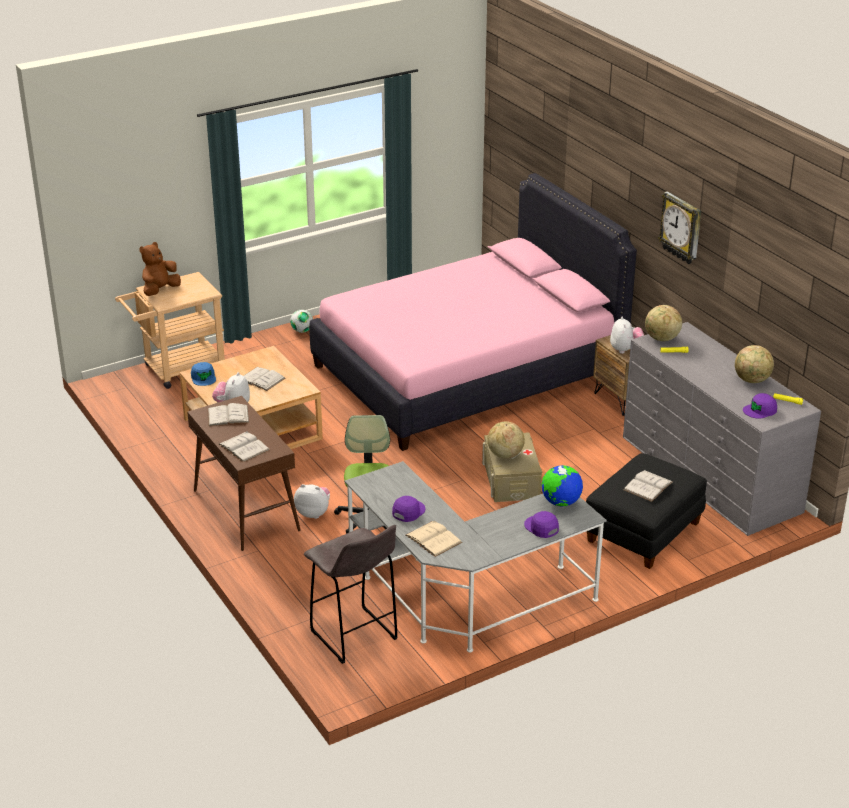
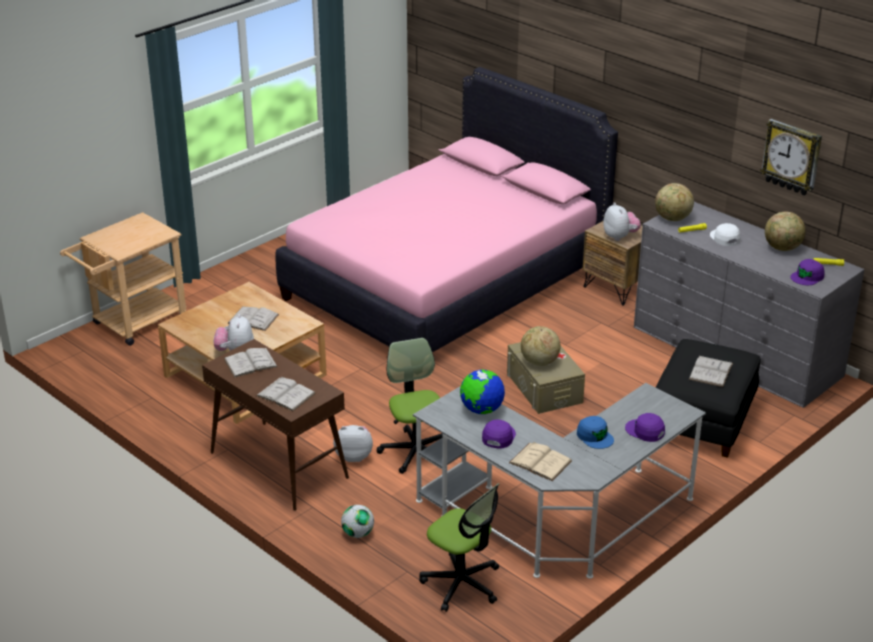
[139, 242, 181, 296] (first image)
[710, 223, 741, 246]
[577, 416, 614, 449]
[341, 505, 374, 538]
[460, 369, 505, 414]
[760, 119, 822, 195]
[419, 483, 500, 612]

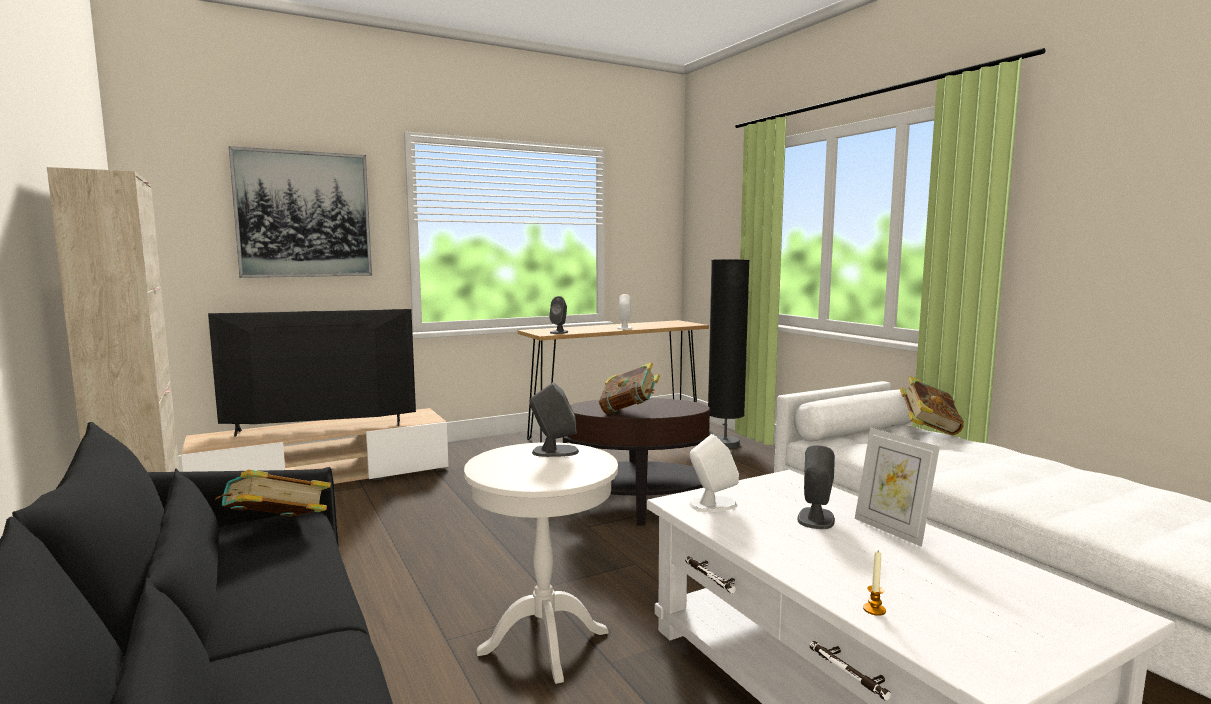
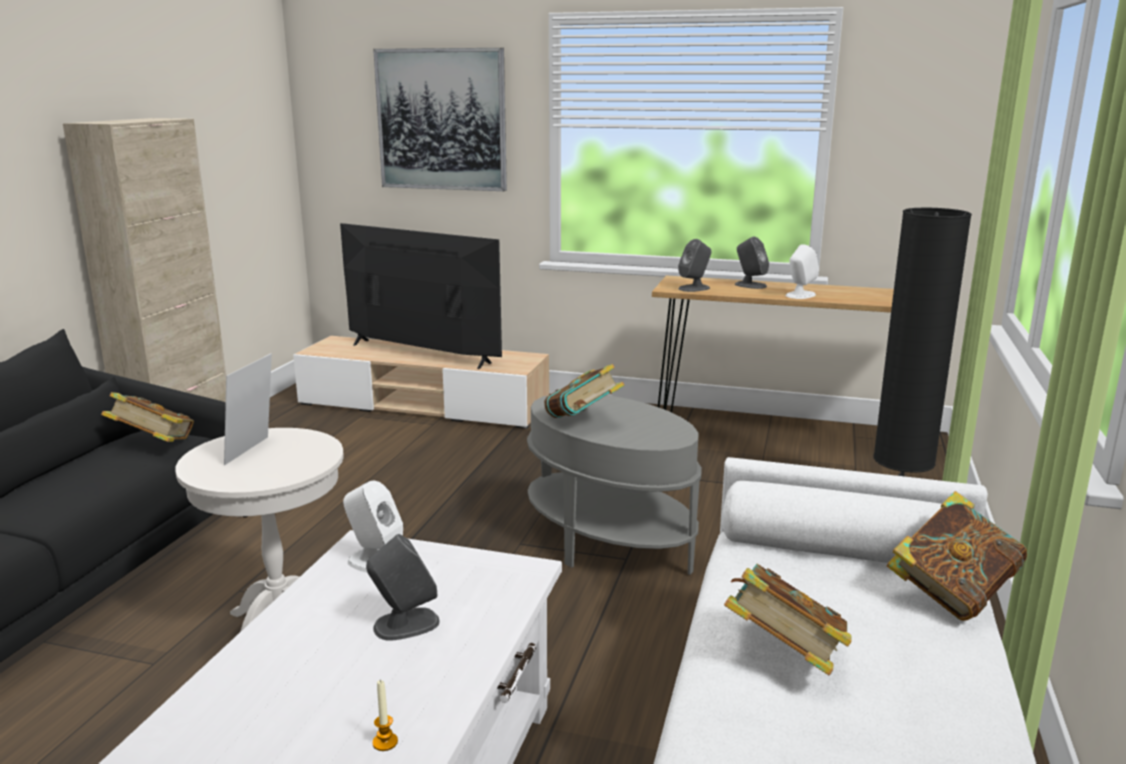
[724, 564, 852, 675]
[735, 236, 769, 289]
[224, 353, 272, 465]
[372, 680, 398, 751]
[527, 395, 702, 575]

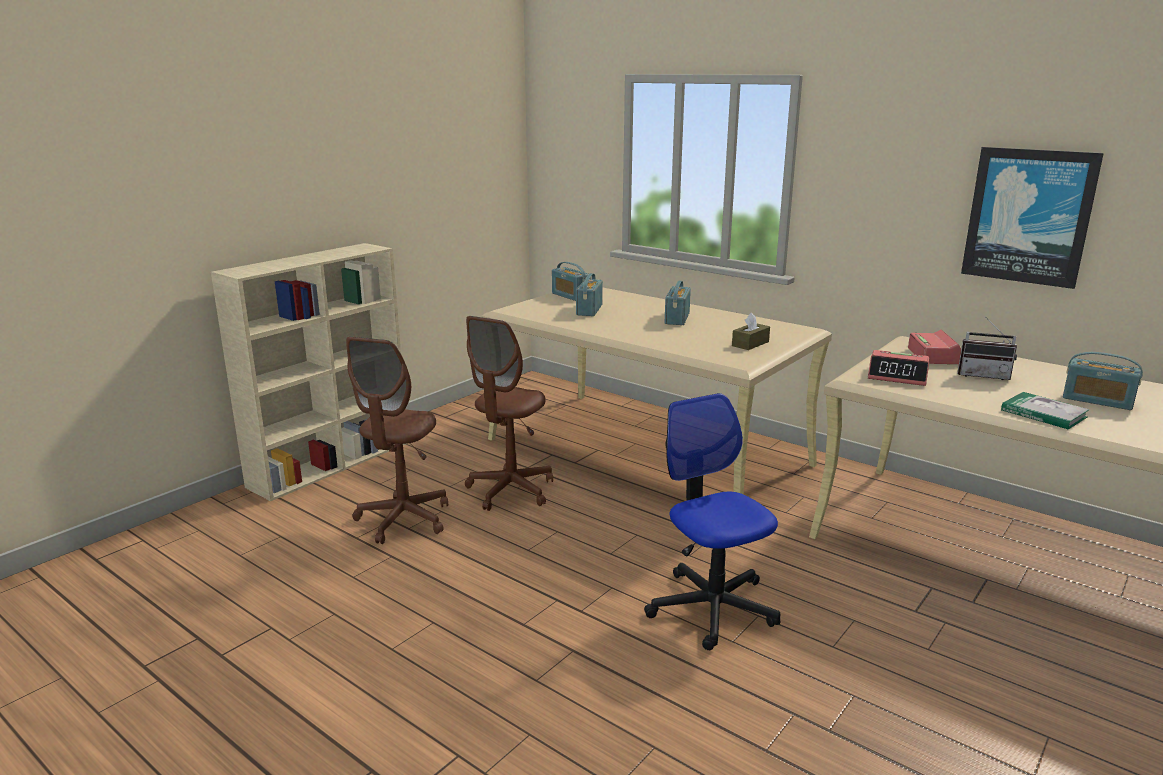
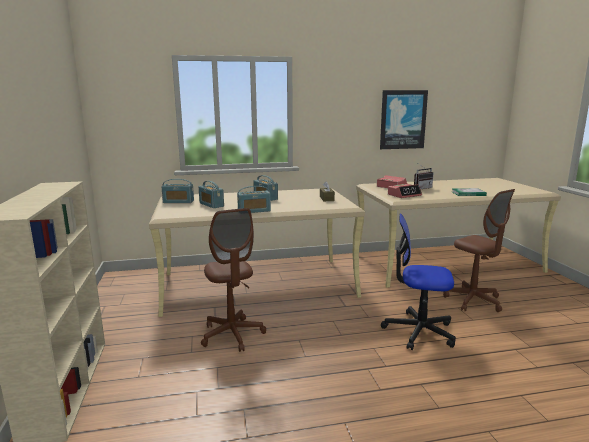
[443, 189, 515, 312]
[237, 186, 271, 213]

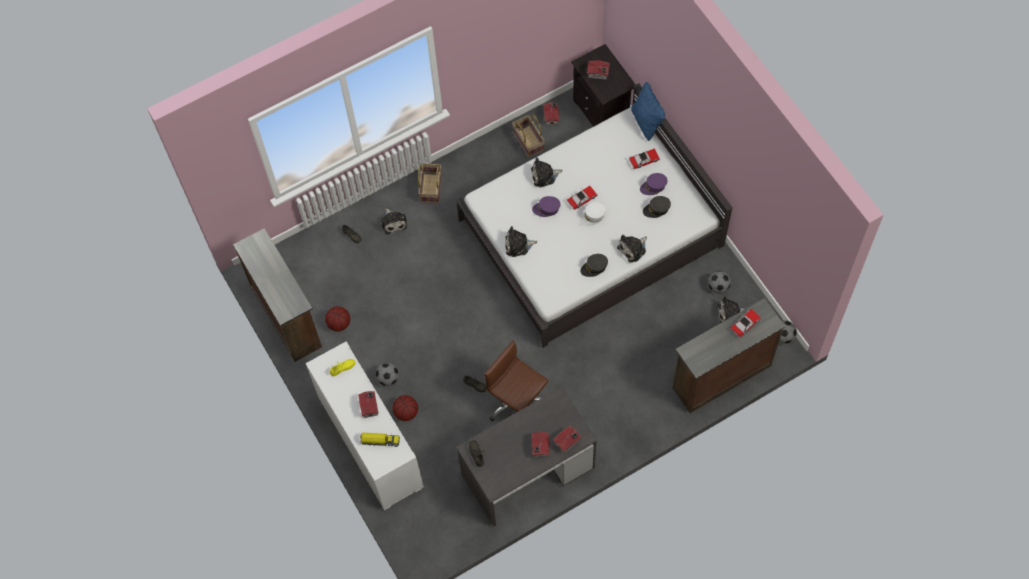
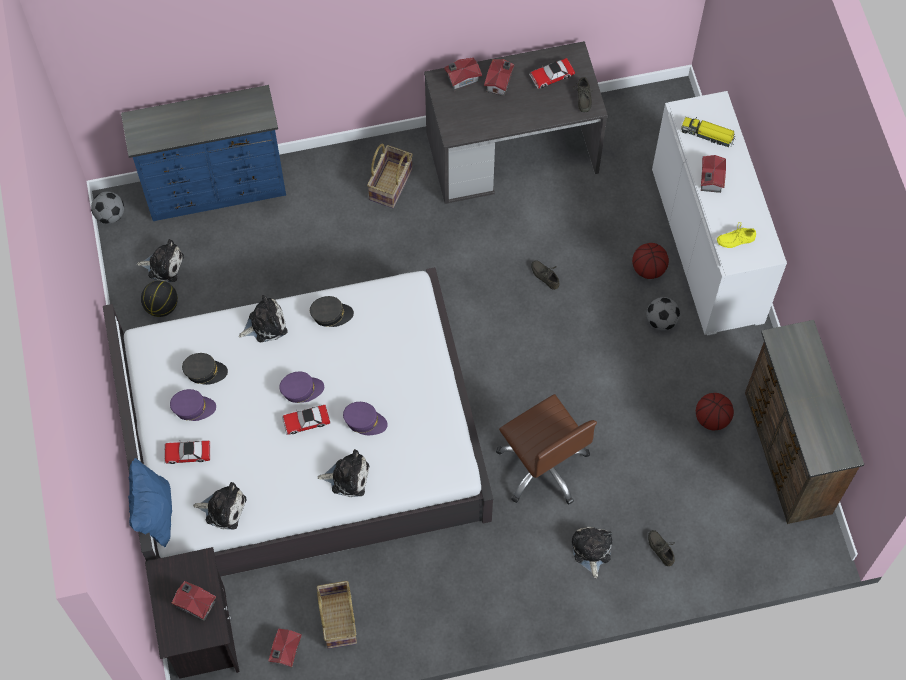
[367, 144, 413, 208]
[496, 394, 597, 505]
[193, 482, 246, 529]
[529, 58, 575, 89]
[141, 281, 178, 317]
[280, 372, 324, 403]
[121, 85, 286, 221]

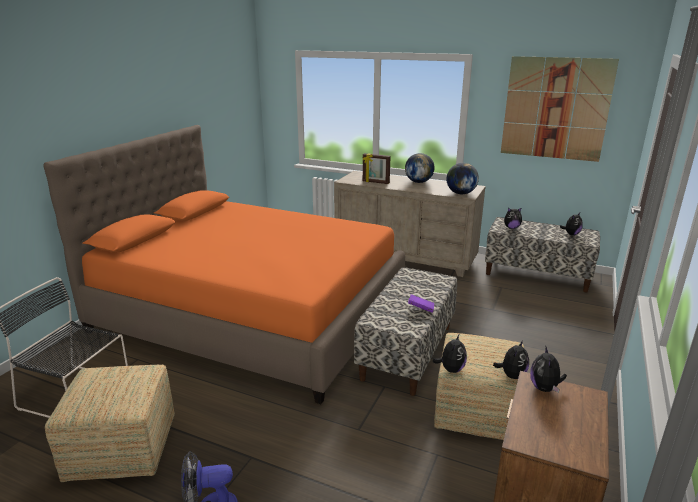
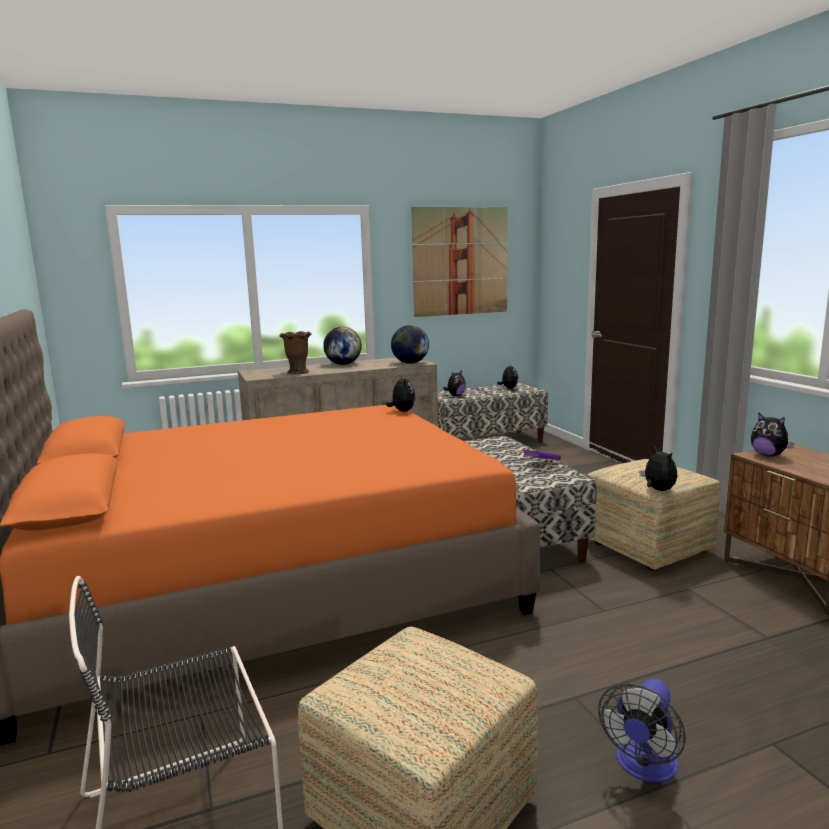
[386, 376, 415, 412]
[279, 331, 311, 374]

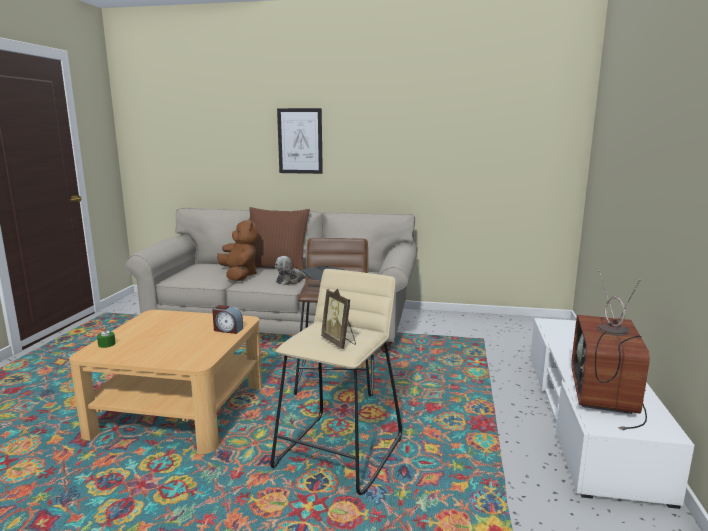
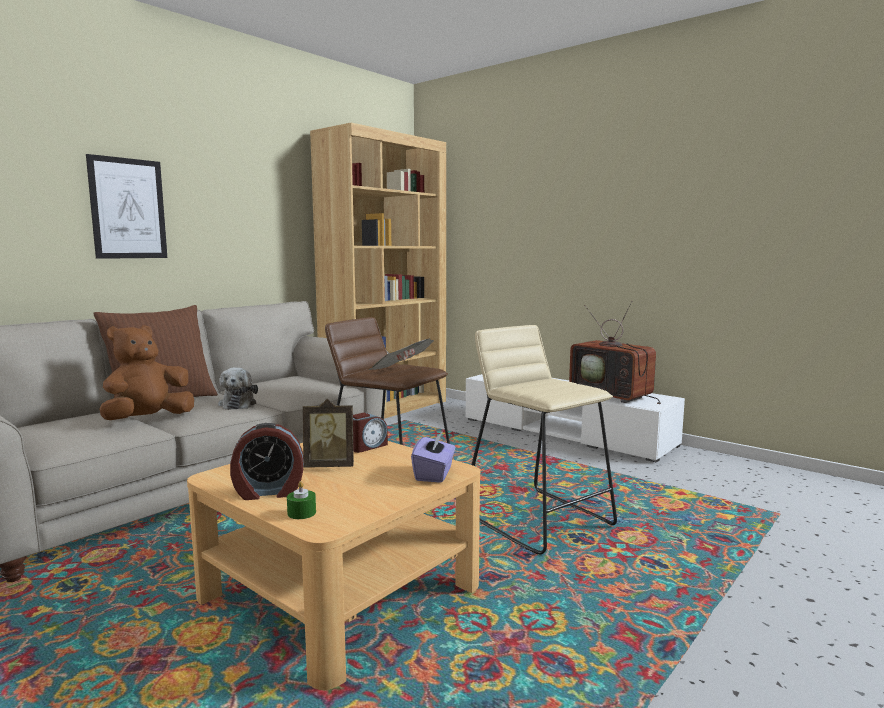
[230, 423, 304, 500]
[310, 123, 446, 419]
[411, 431, 455, 483]
[303, 399, 354, 468]
[99, 325, 194, 420]

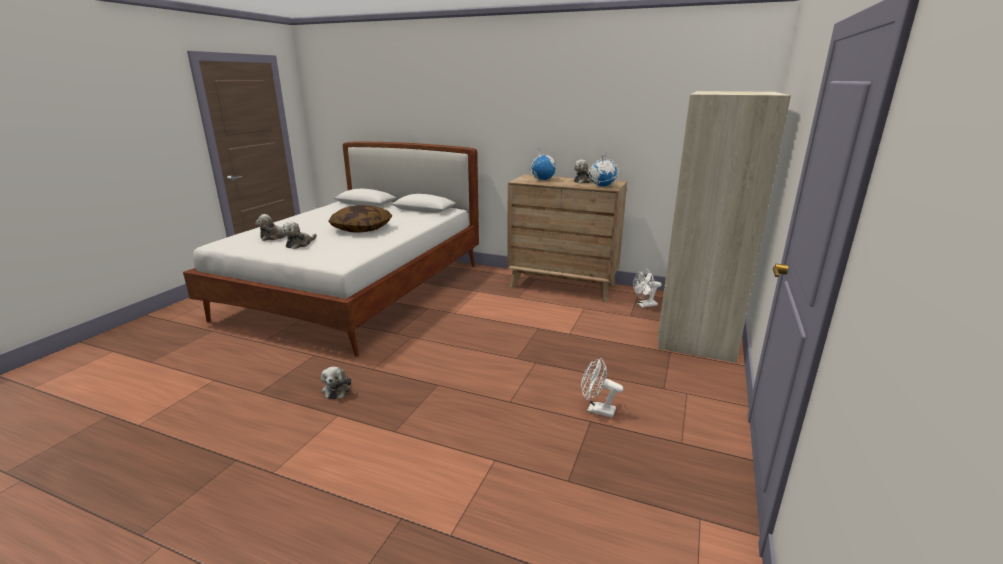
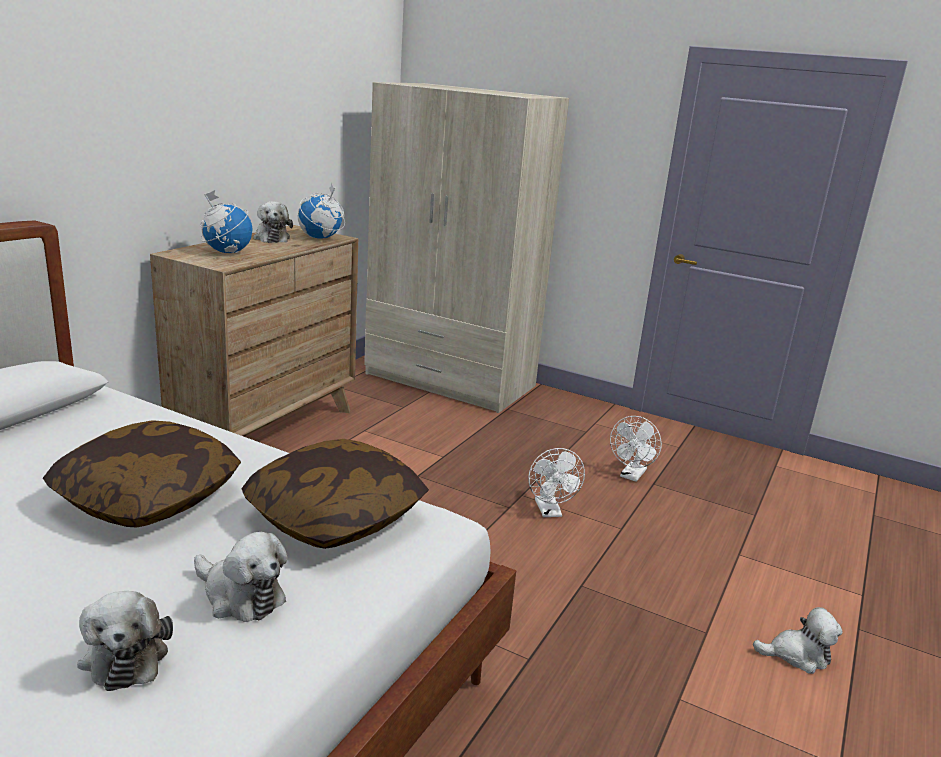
[241, 439, 429, 549]
[753, 607, 843, 674]
[528, 448, 585, 517]

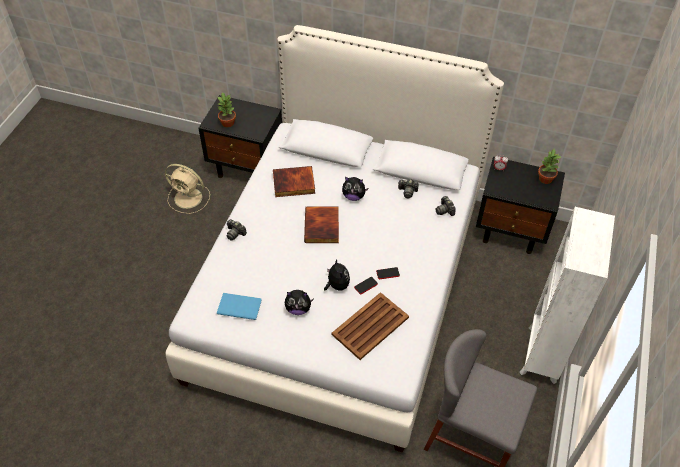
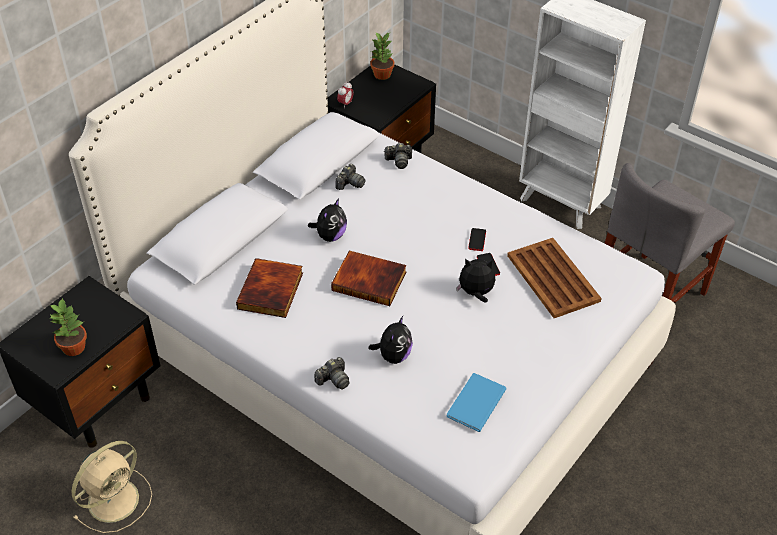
[368, 316, 413, 364]

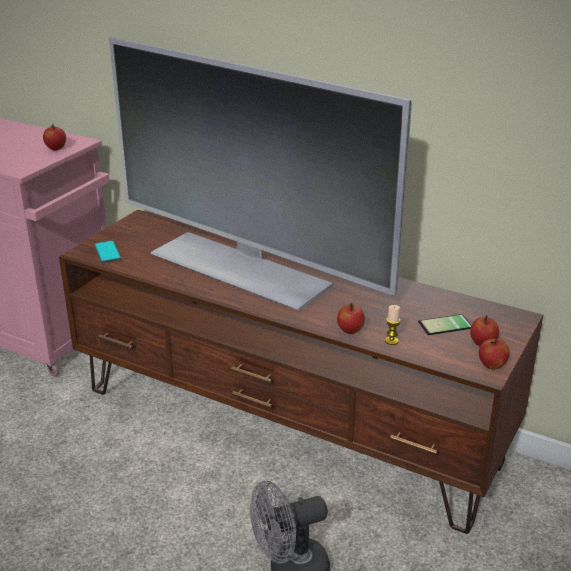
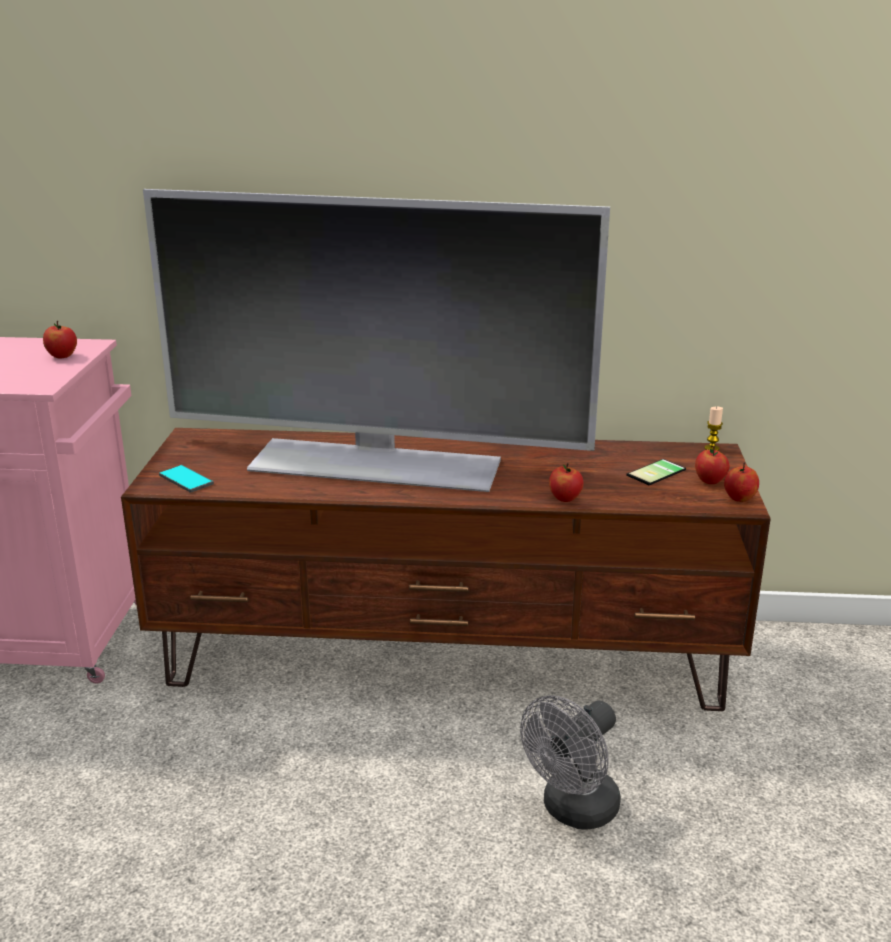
[705, 407, 723, 451]

